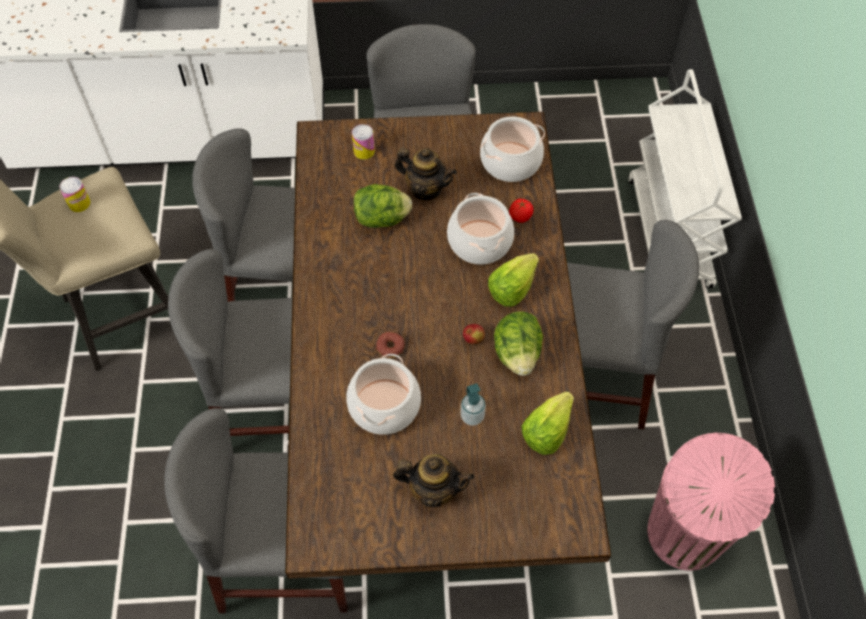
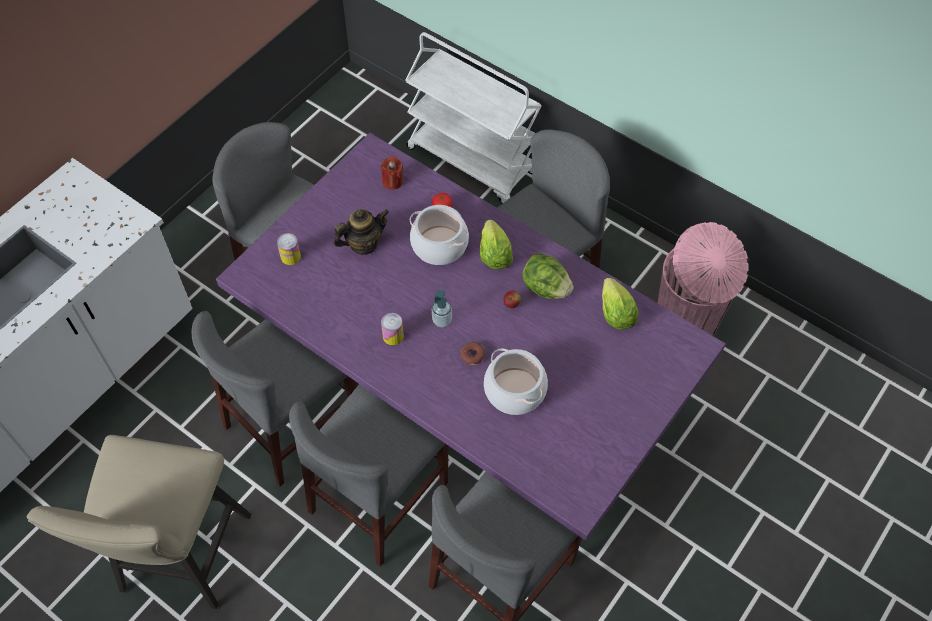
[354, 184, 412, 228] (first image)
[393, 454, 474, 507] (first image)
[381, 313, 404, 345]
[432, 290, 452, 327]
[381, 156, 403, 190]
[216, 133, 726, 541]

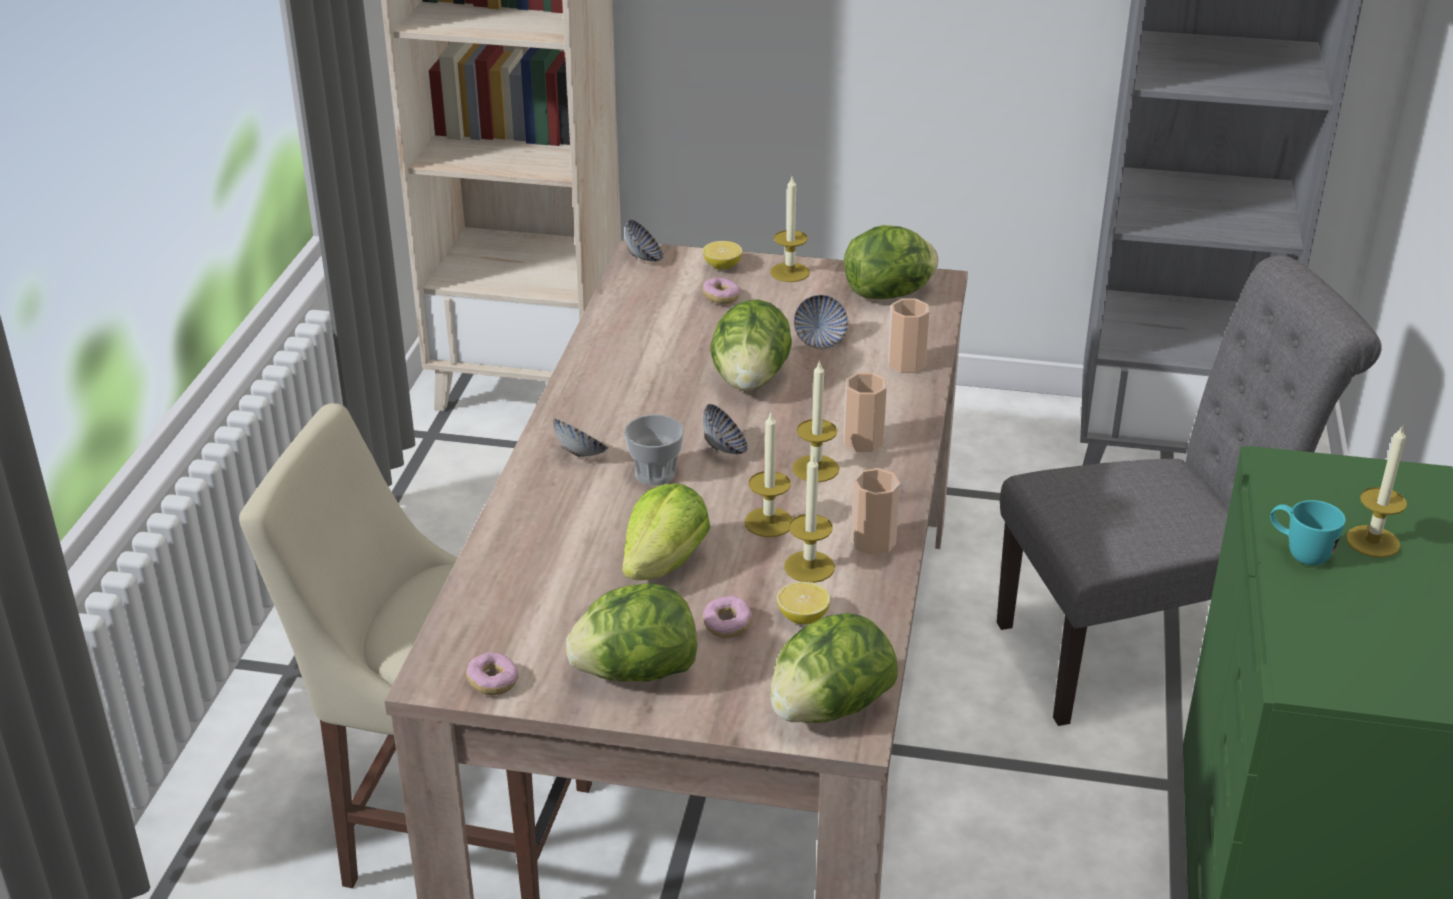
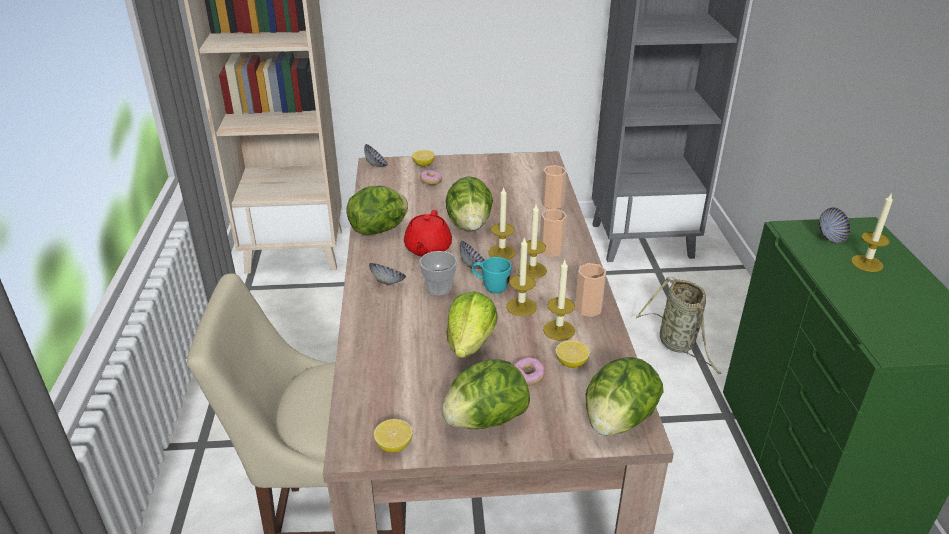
[404, 210, 452, 257]
[488, 186, 516, 260]
[819, 207, 851, 243]
[346, 186, 408, 235]
[472, 257, 511, 294]
[374, 419, 413, 452]
[636, 277, 721, 374]

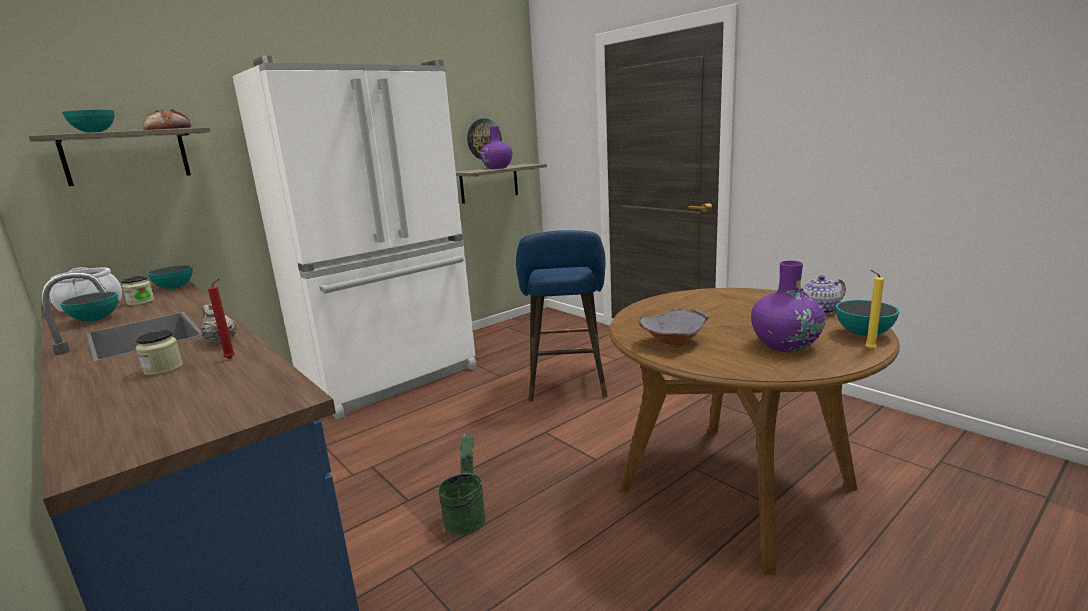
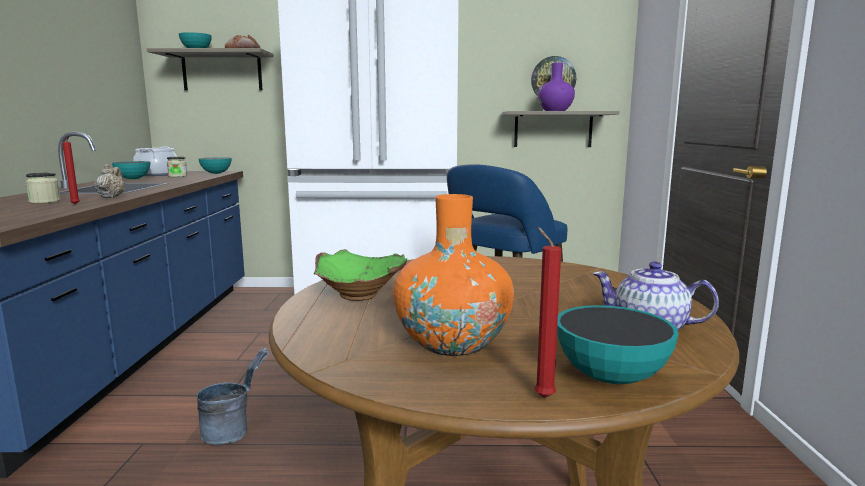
[197, 348, 269, 445]
[314, 249, 407, 301]
[393, 194, 514, 356]
[534, 227, 561, 398]

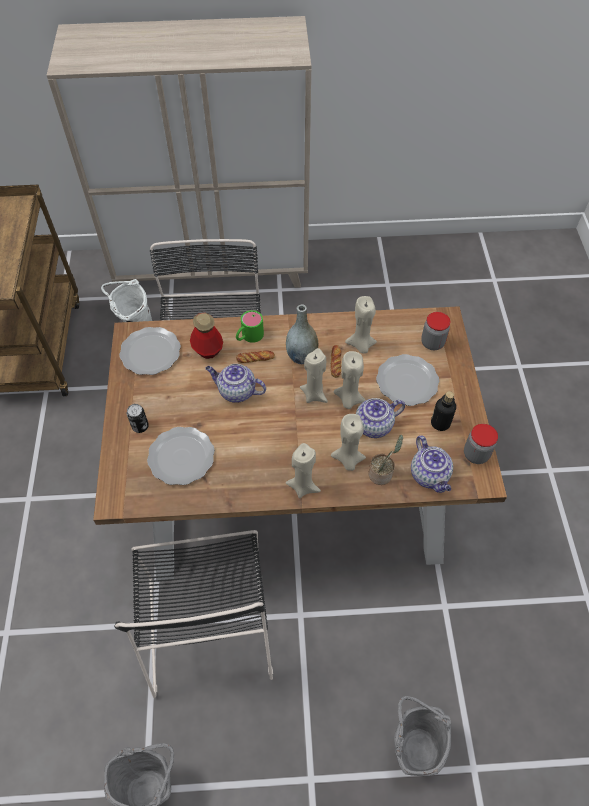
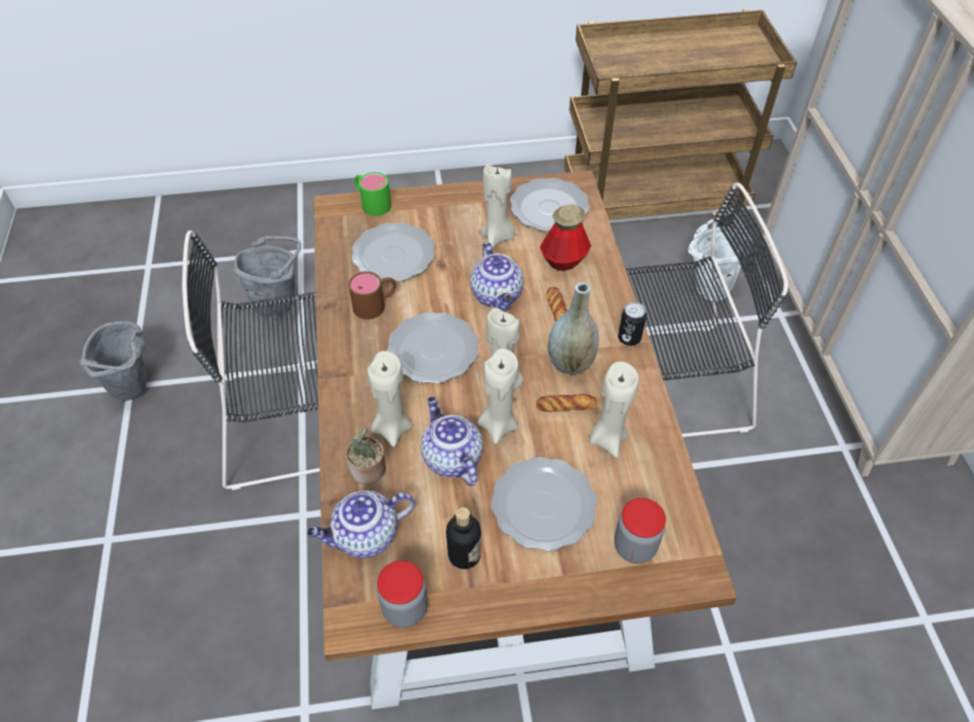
[348, 271, 397, 319]
[387, 312, 479, 384]
[618, 302, 647, 346]
[354, 172, 391, 216]
[481, 164, 515, 249]
[233, 236, 301, 320]
[470, 242, 524, 311]

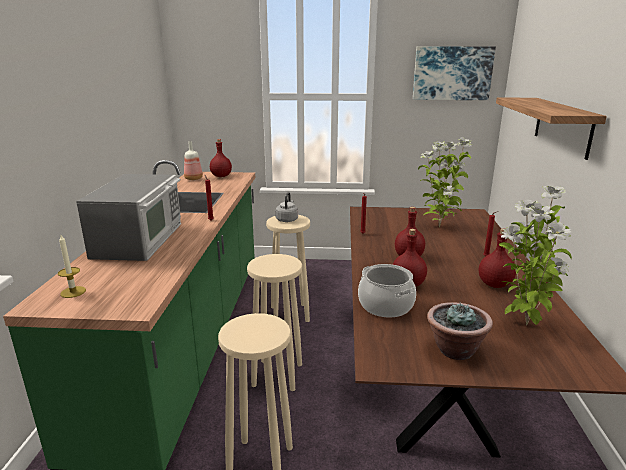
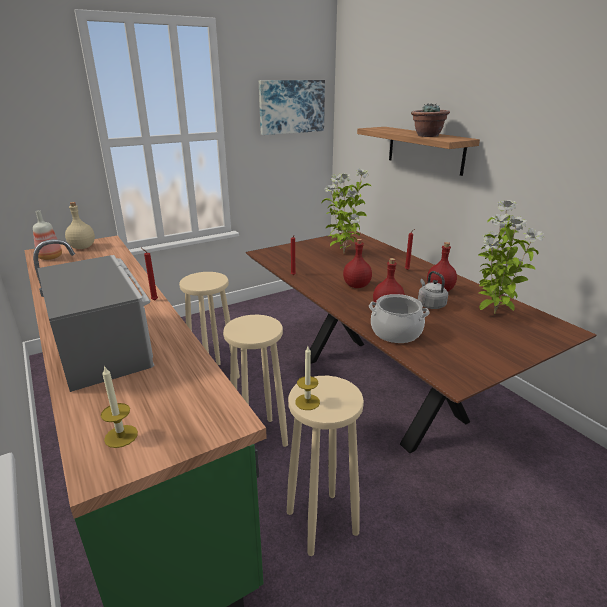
[295, 346, 320, 410]
[418, 271, 448, 309]
[411, 104, 450, 137]
[65, 202, 95, 249]

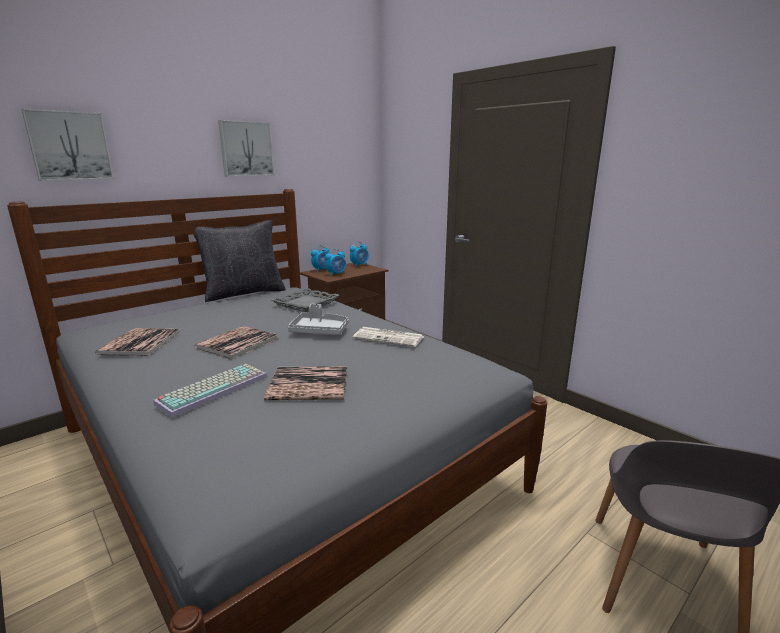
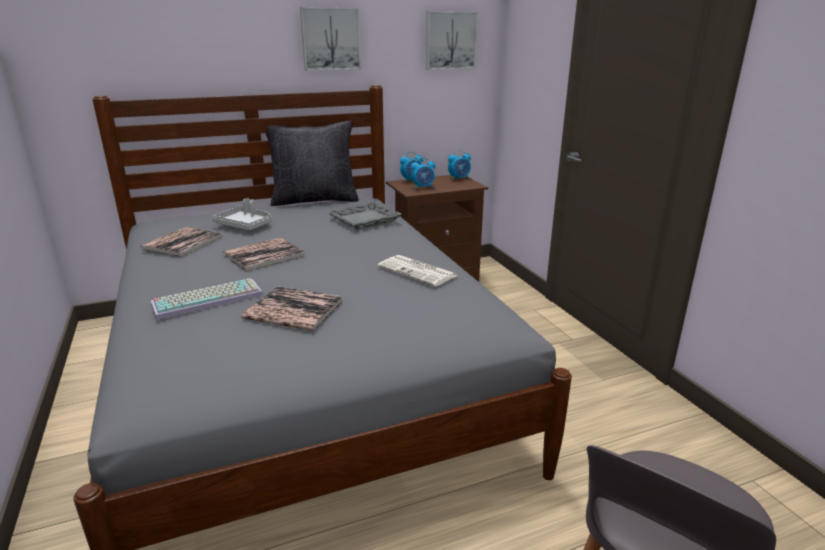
[426, 11, 478, 70]
[212, 198, 272, 230]

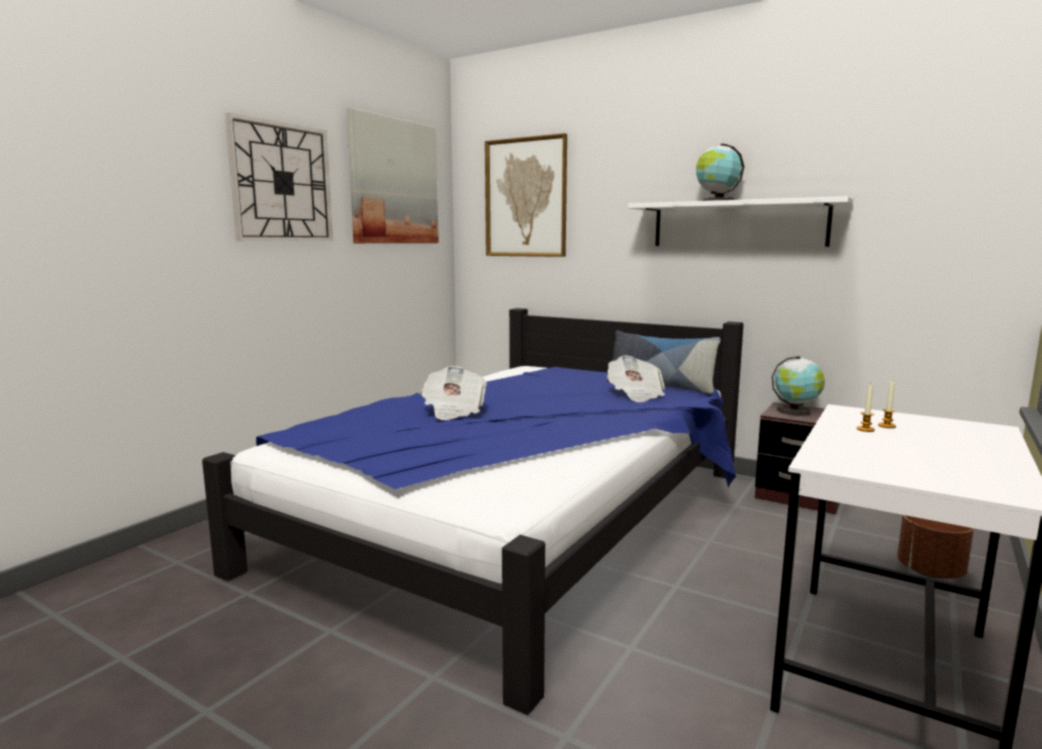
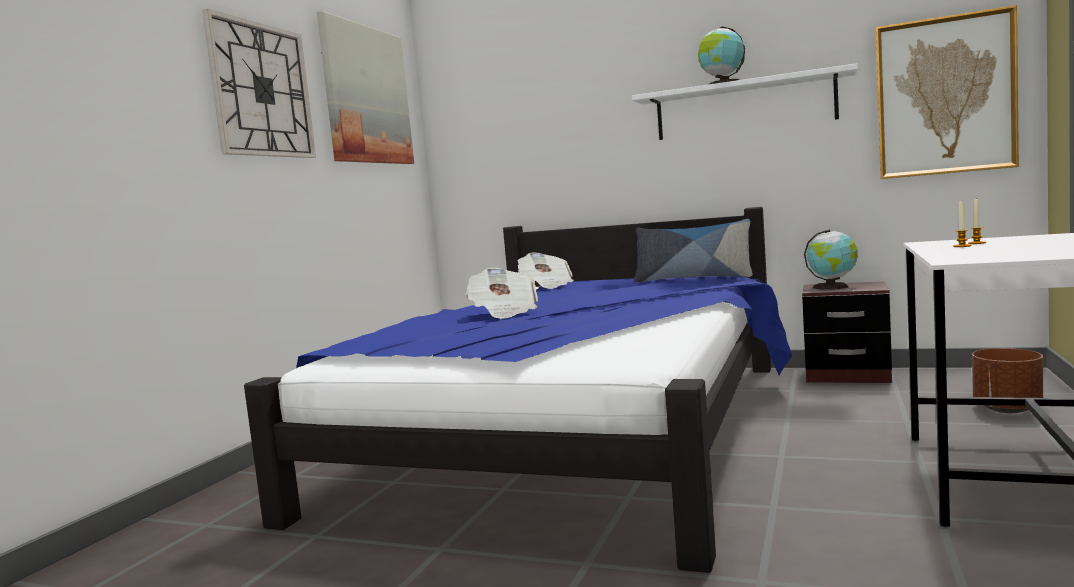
[875, 5, 1019, 179]
[518, 252, 574, 289]

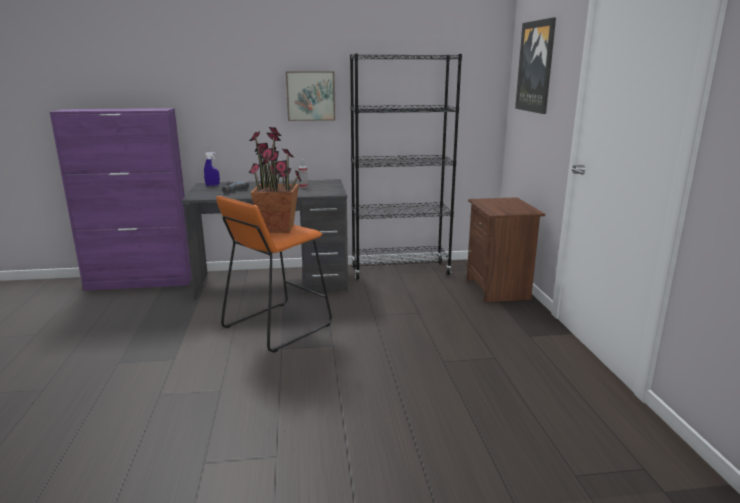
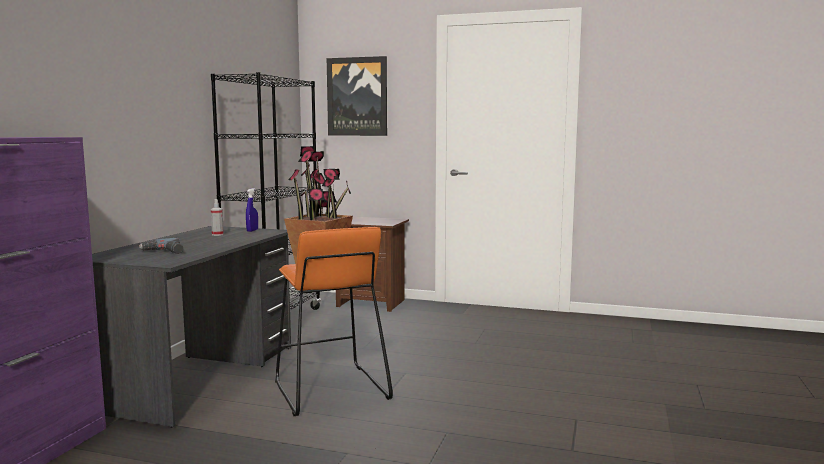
[286, 71, 335, 121] (first image)
[246, 188, 258, 232]

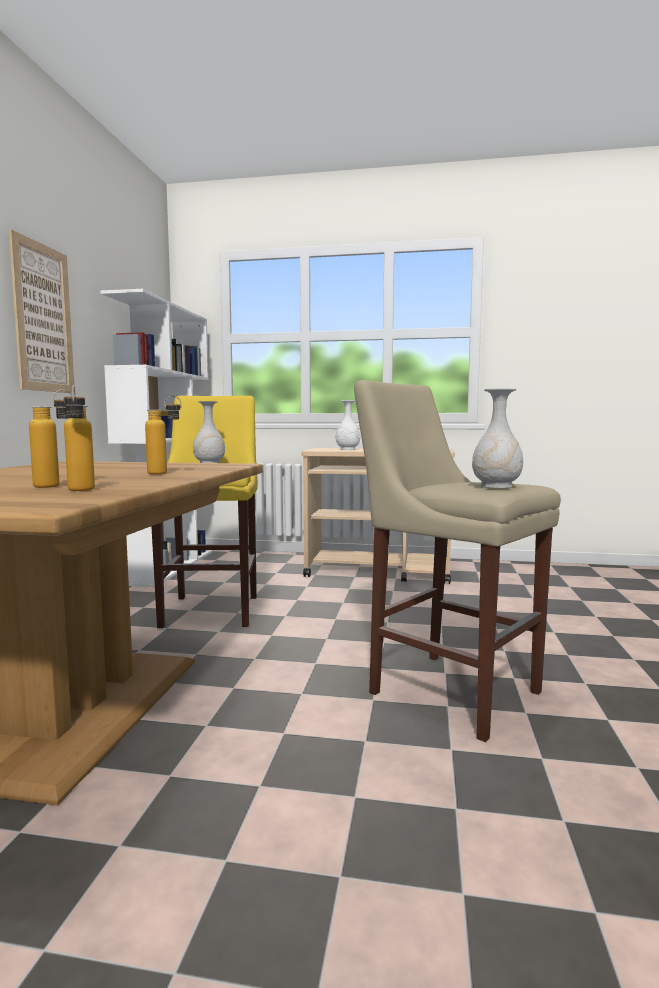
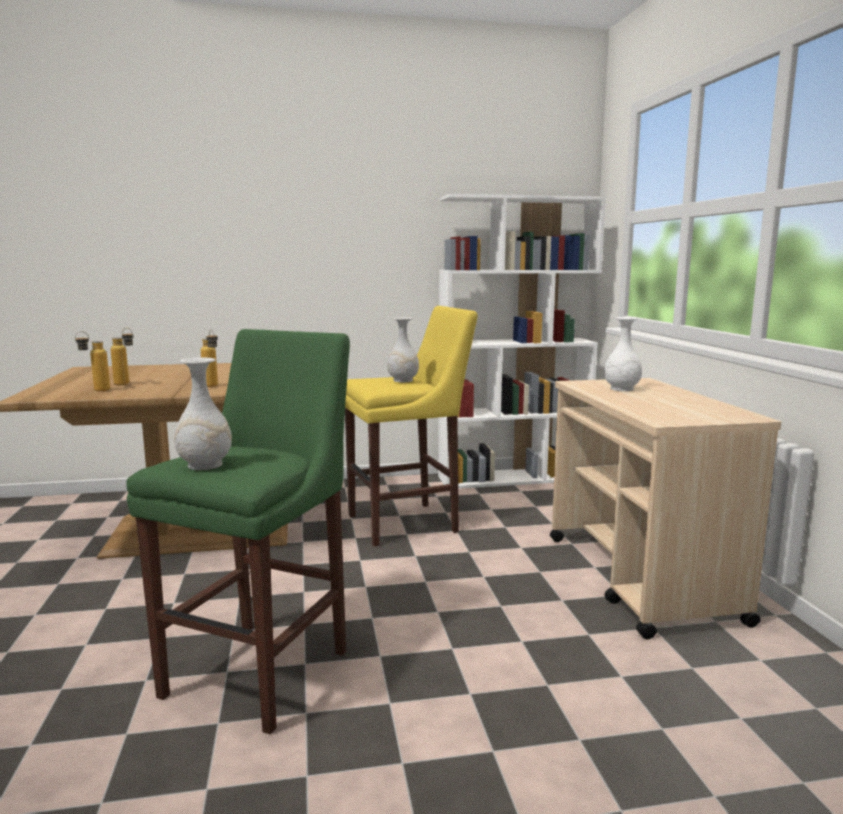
[9, 229, 74, 393] (first image)
[126, 329, 350, 734]

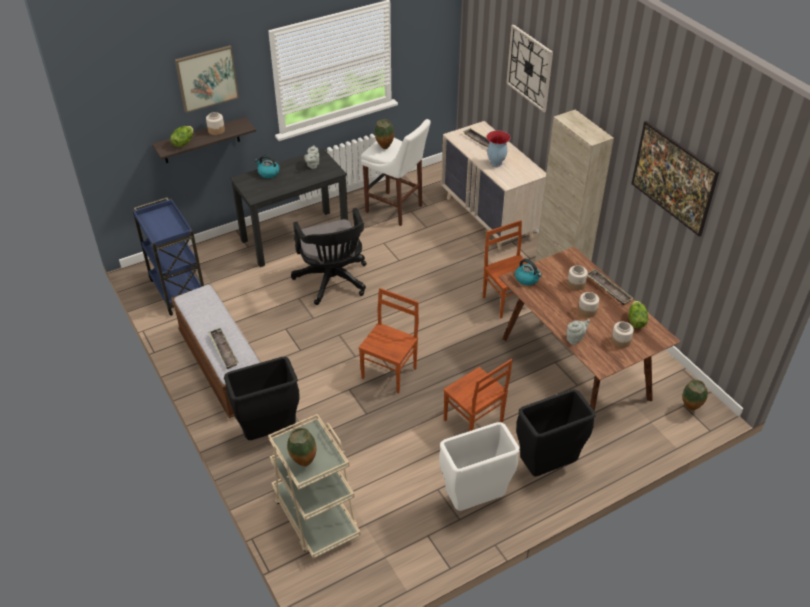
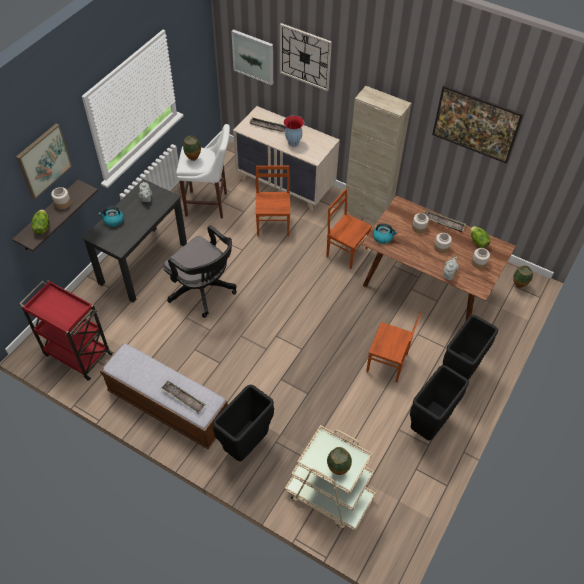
[231, 29, 273, 85]
[256, 166, 290, 236]
[19, 280, 113, 381]
[410, 365, 469, 441]

